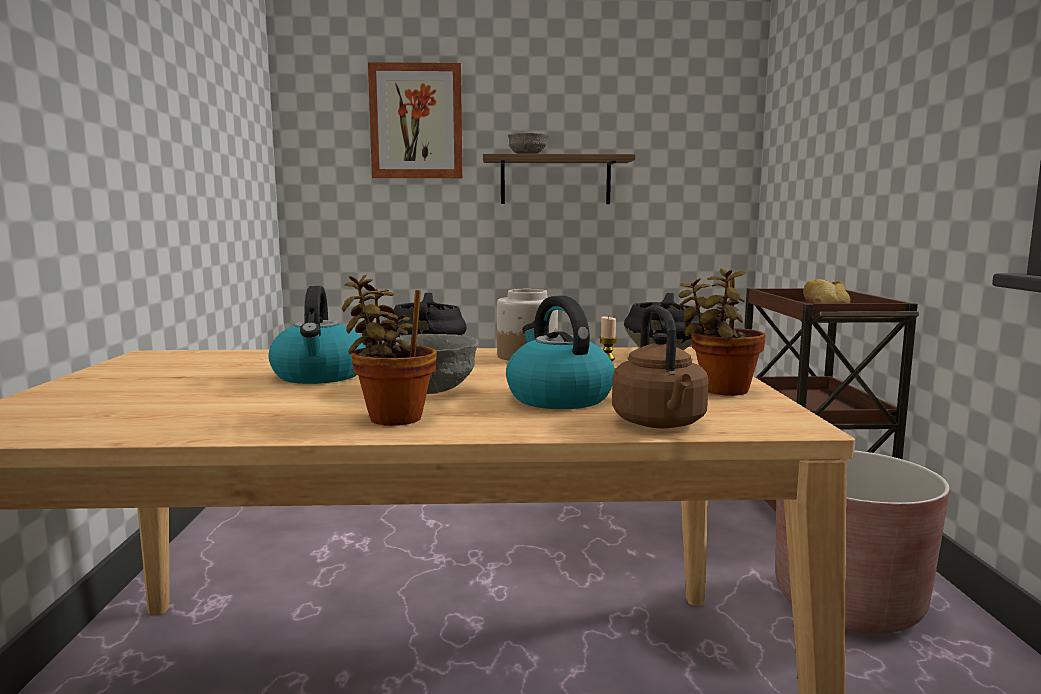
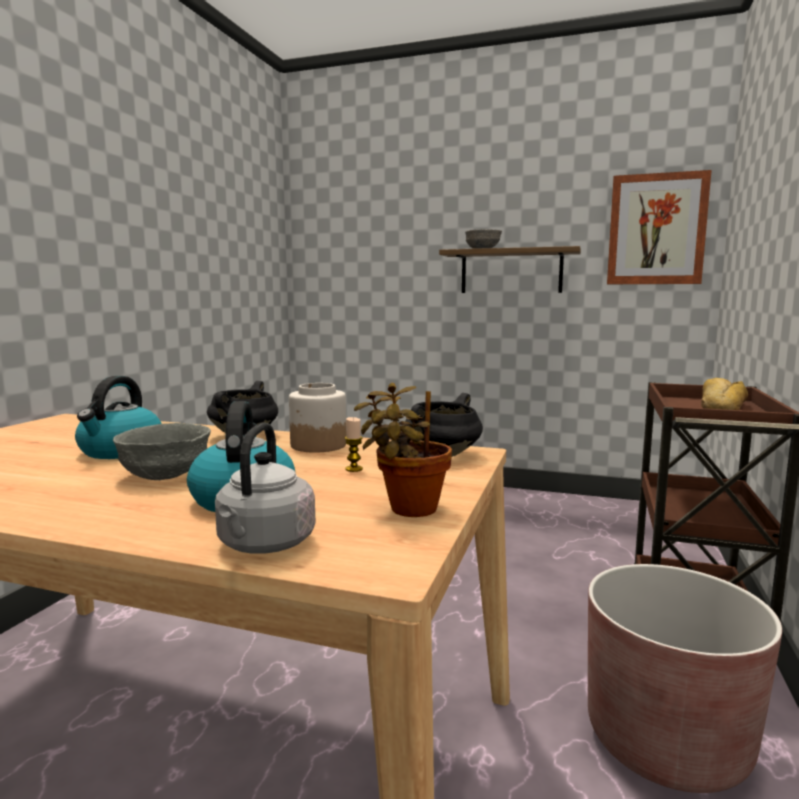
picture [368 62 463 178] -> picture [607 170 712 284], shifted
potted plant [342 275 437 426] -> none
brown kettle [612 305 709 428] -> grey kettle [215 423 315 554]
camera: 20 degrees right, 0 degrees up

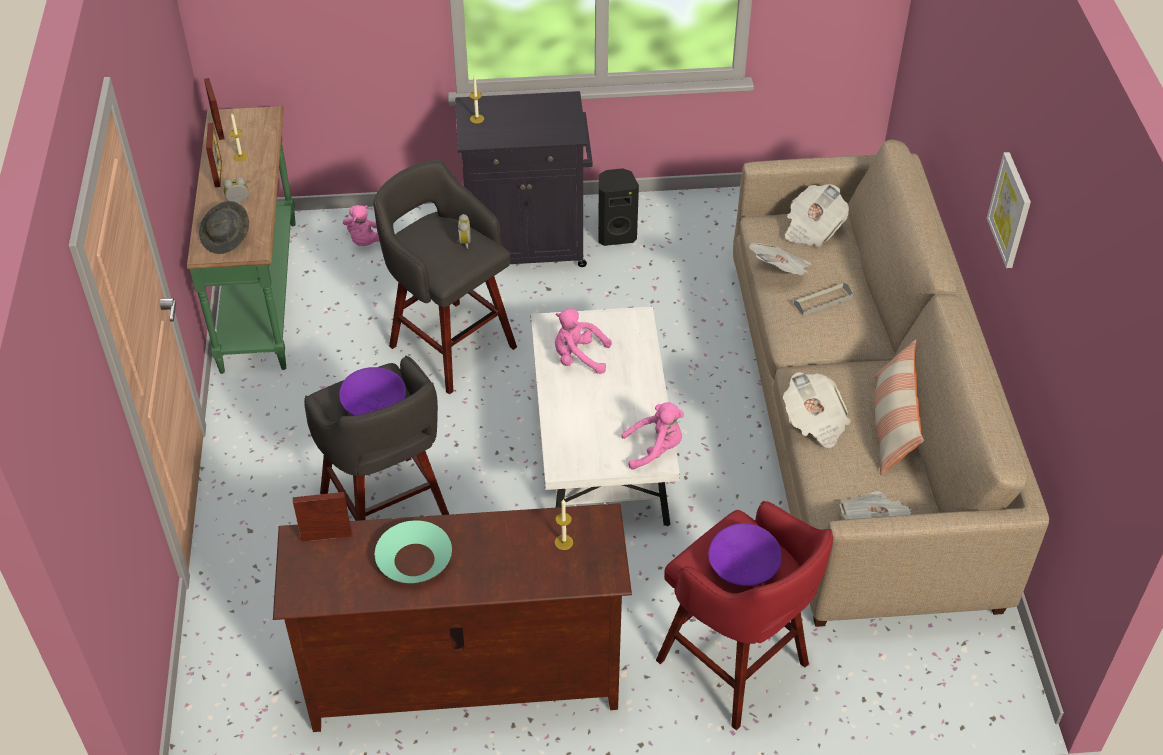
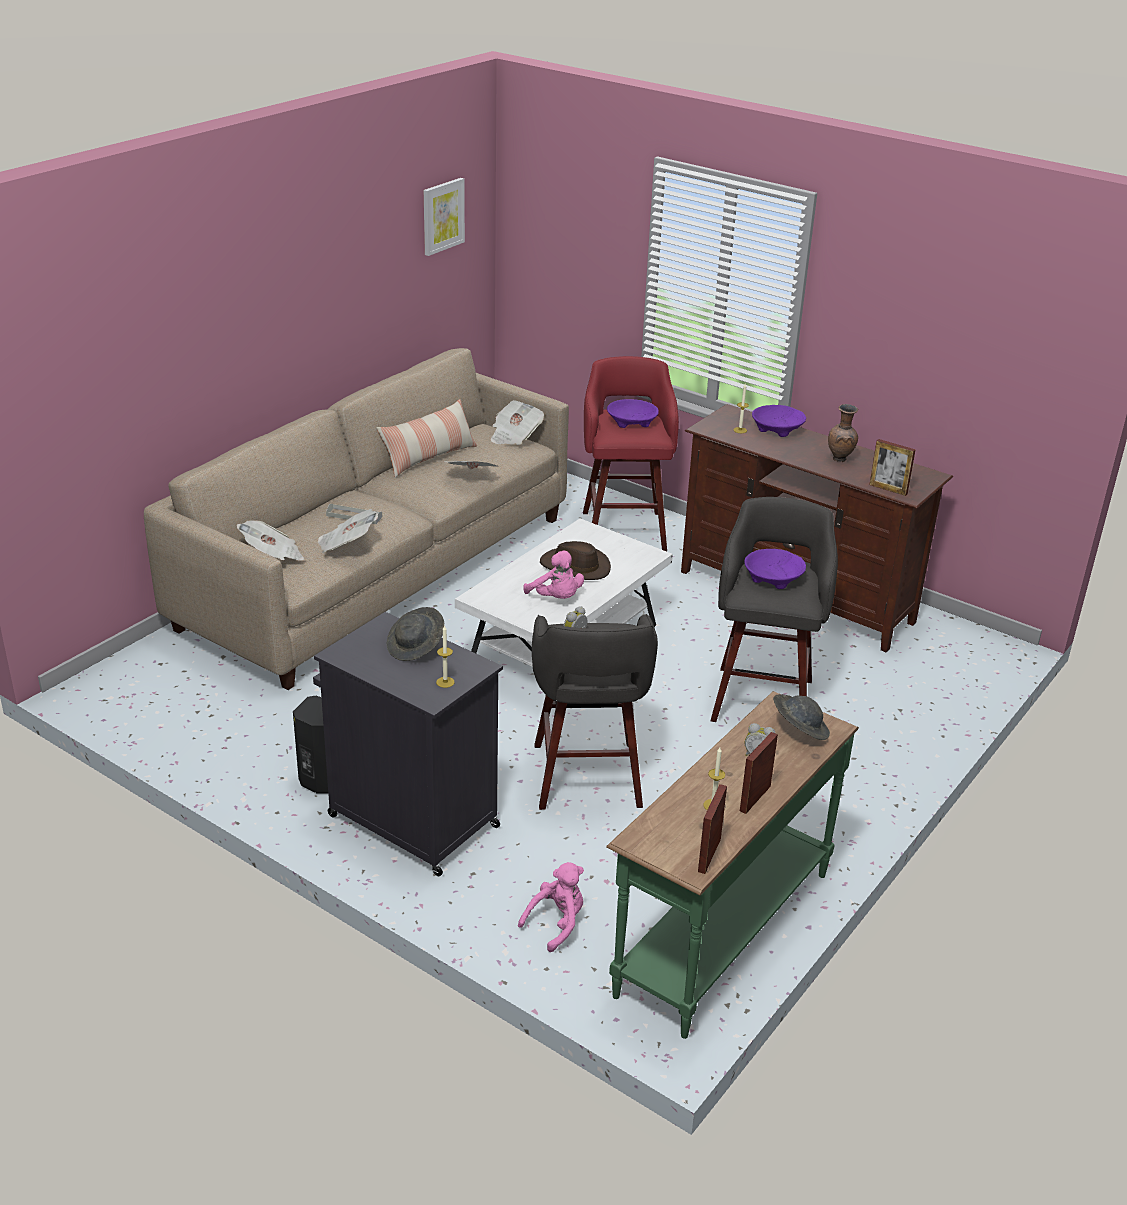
picture [987 152 1031 268] -> picture [424 178 465 256], shifted
pink plush toy [621 402 684 470] -> none
turquoise bowl [375 520 452 583] -> brown vase [828 404 858 462]
none -> purple bowl [752 405 806 437]
none -> brown hat [540 541 611 580]
none -> grey hat [387 607 444 661]
camera: 140 degrees left, 15 degrees down

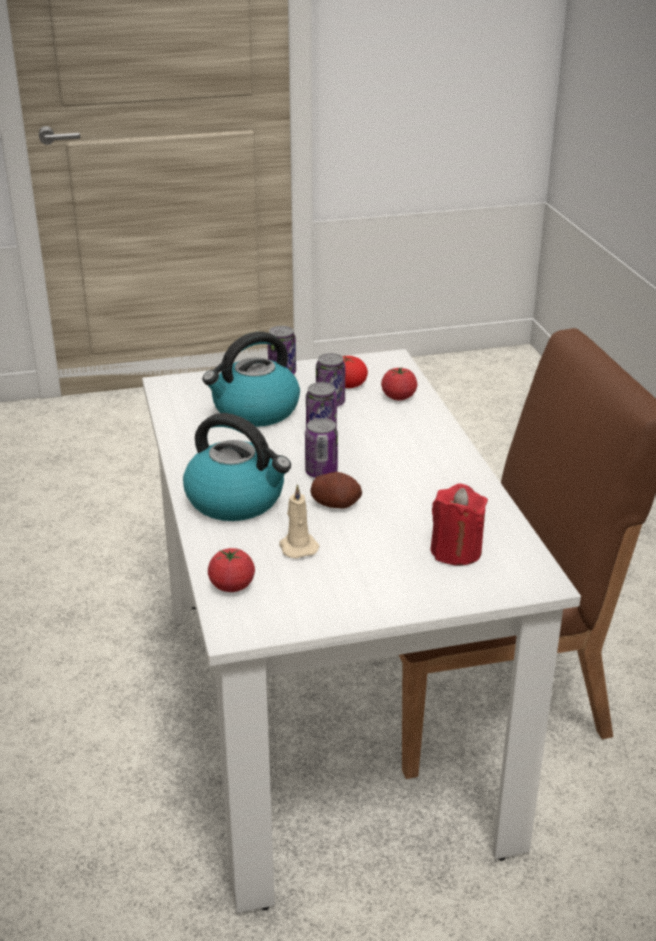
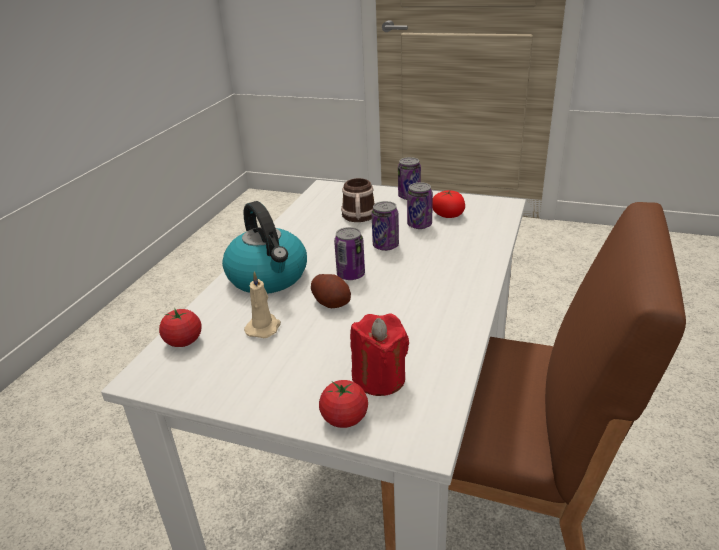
kettle [202 332 300 427] -> mug [341 178 375 222]
tomato [381 368 417 400] -> tomato [319 380 368 428], shifted
camera: 35 degrees right, 0 degrees up

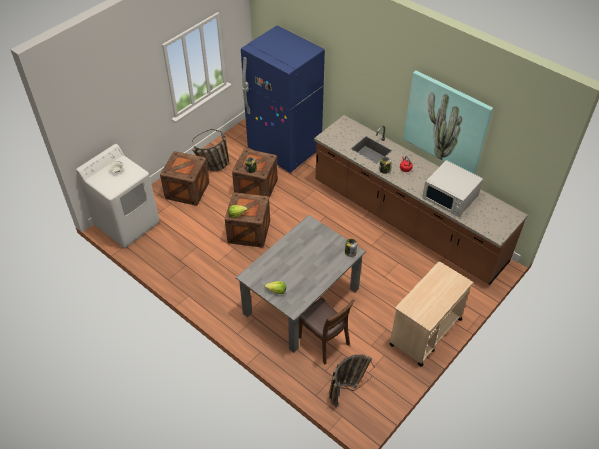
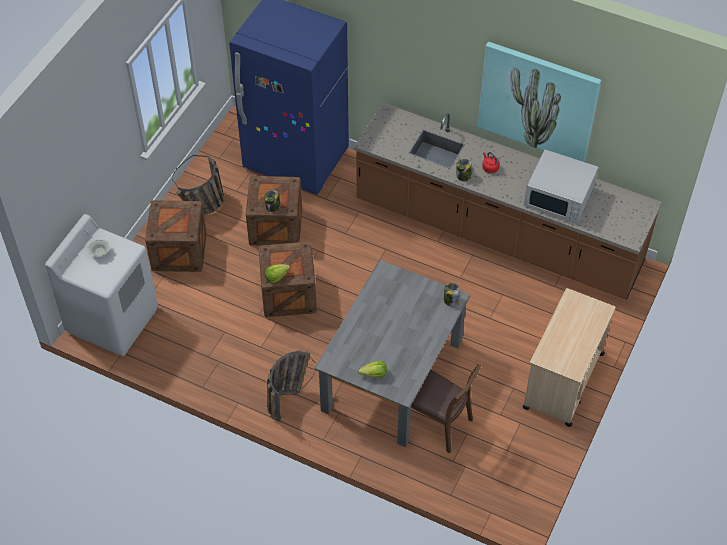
basket [329 354 375 407] -> basket [267 350 316 422], shifted
camera: 15 degrees left, 5 degrees up

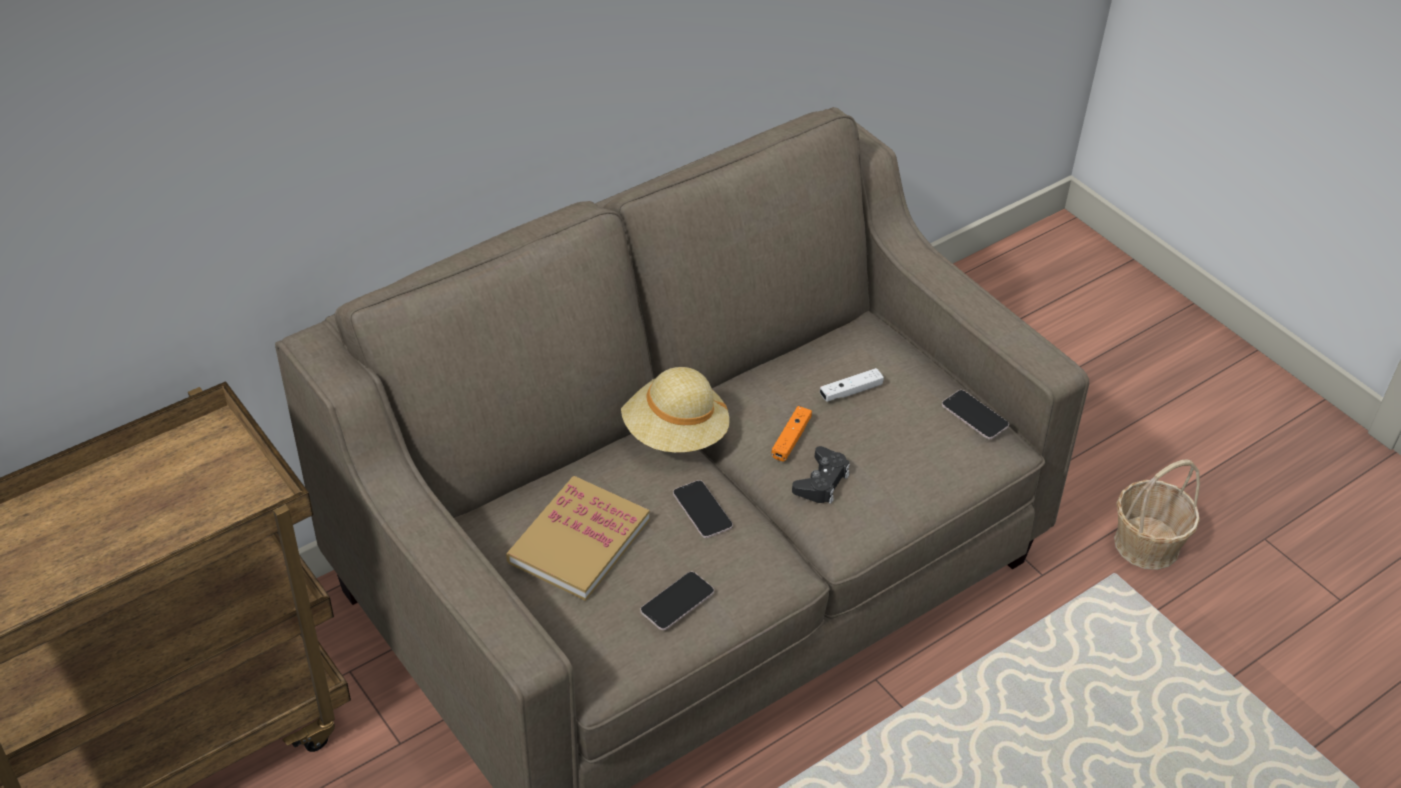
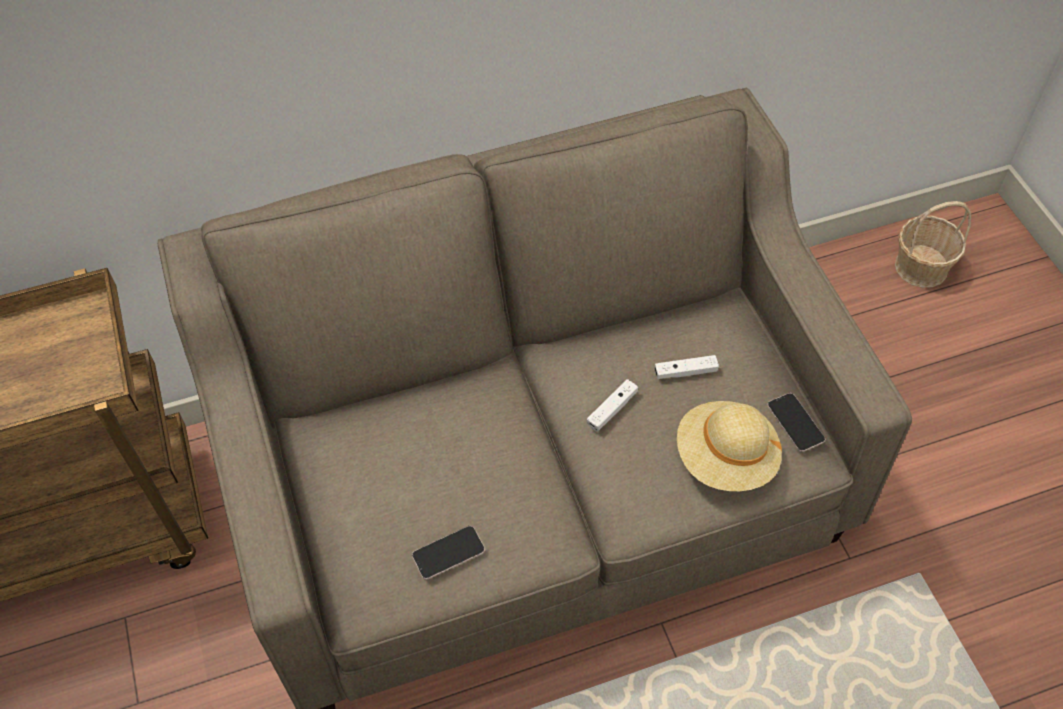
beige hat [621 367 730 453] -> beige hat [677 401 782 491], shifted
orange game controller [772 406 812 461] -> white game controller [587 379 638 432]
black game controller [792 446 850 504] -> none
basket [1114 460 1200 570] -> basket [895 201 971 288], shifted
book [506 476 649 601] -> none
phone [673 480 733 538] -> none
camera: 20 degrees right, 10 degrees up

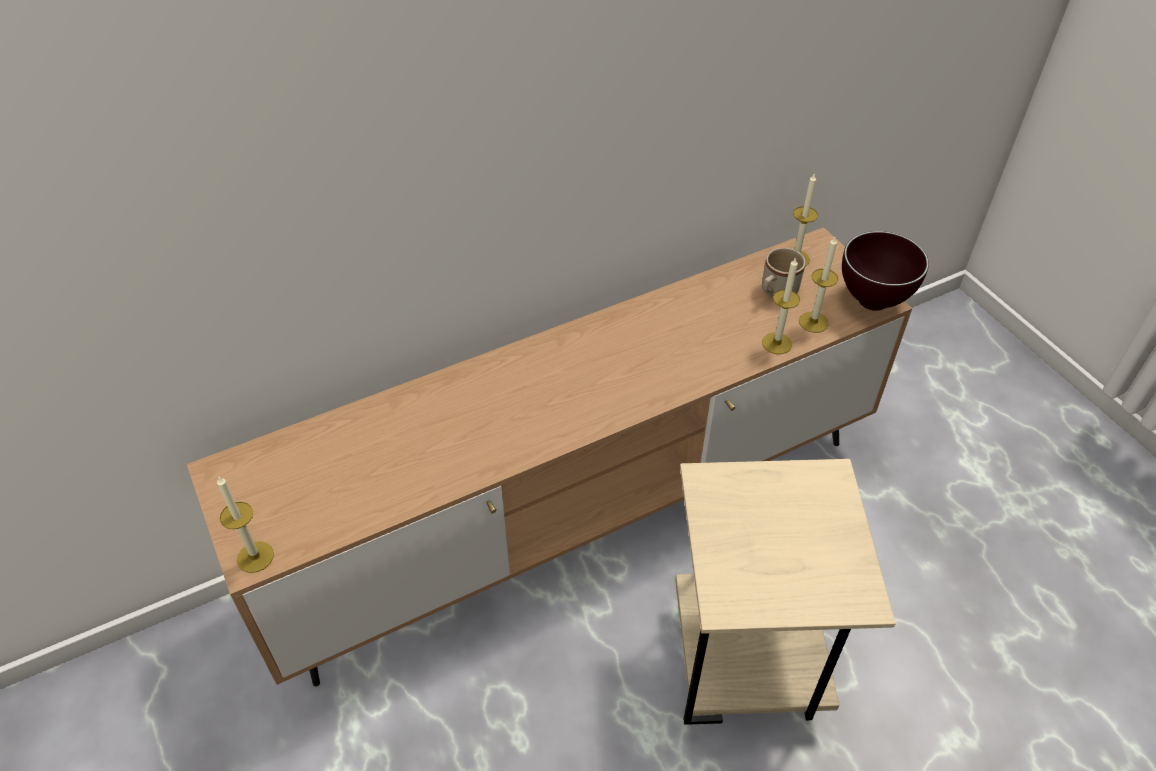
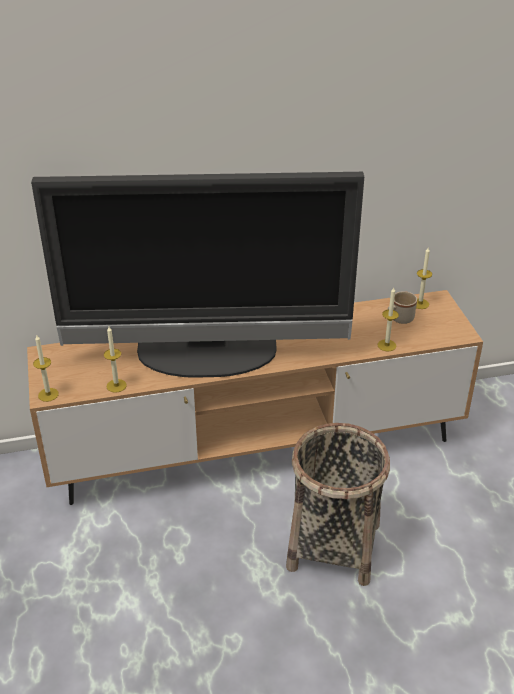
brown bowl [842 231 929 311] -> none
candle [799 237 838 333] -> candle [104 327 127 393], shifted
beige side table [675 459 896 725] -> basket [286 423 390 586]
none -> television [31 172 364 378]
camera: 15 degrees right, 10 degrees down

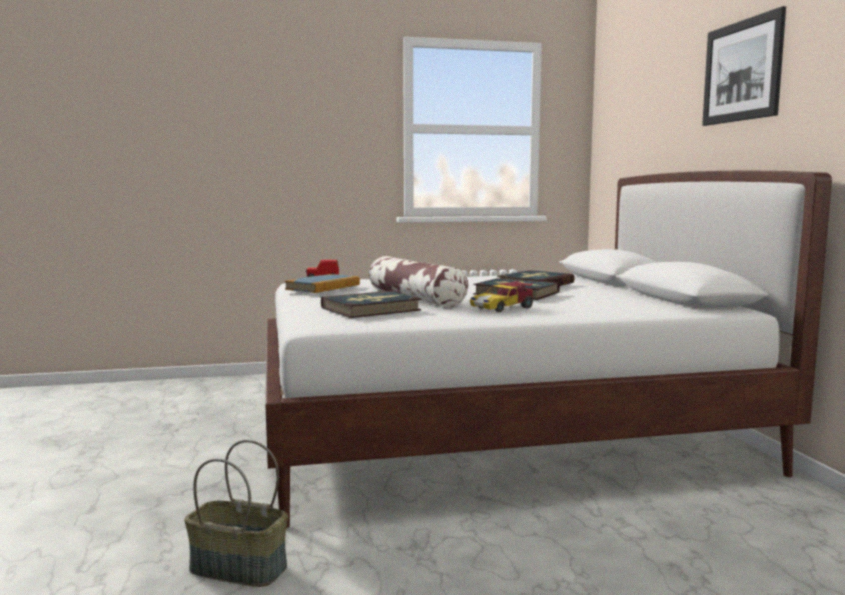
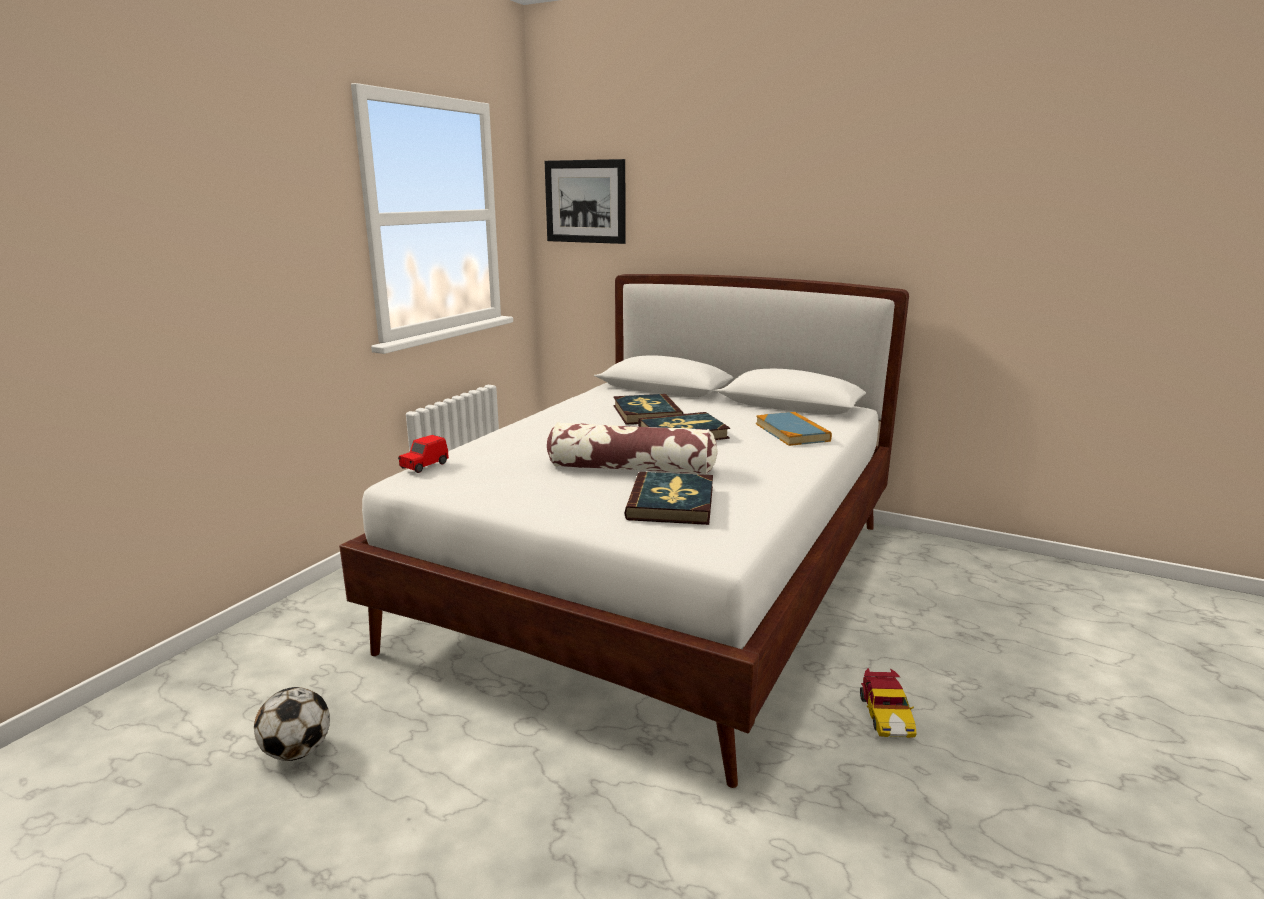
picture [702 6 786 126] -> picture [545 159 626 244], shifted
book [285 274 360 293] -> book [756 412 832 446], shifted
toy car [470 281 533 312] -> toy car [860 668 917 738], shifted
basket [184 440 288 587] -> none
none -> football [254 687 330 761]
camera: 50 degrees left, 10 degrees up

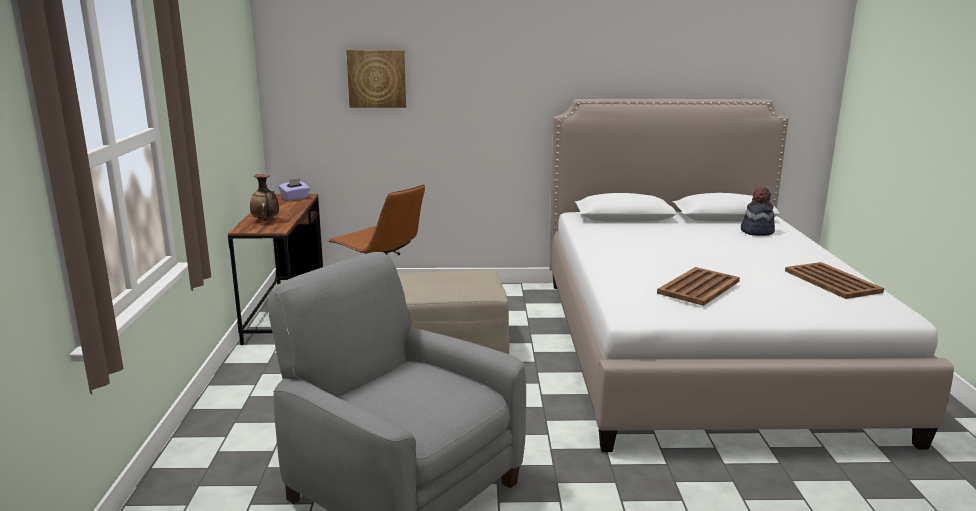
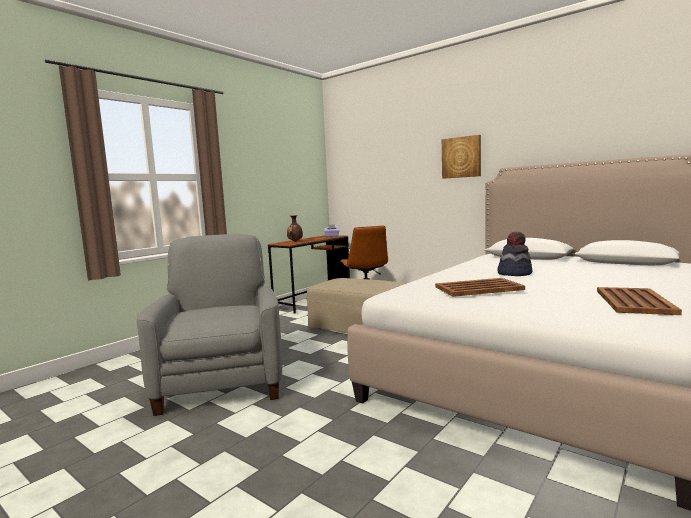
picture [346 50 406 108] -> picture [442 135 481 179], shifted
hat [741 188 775 236] -> hat [497 232 532 276], shifted
camera: 40 degrees right, 10 degrees down

